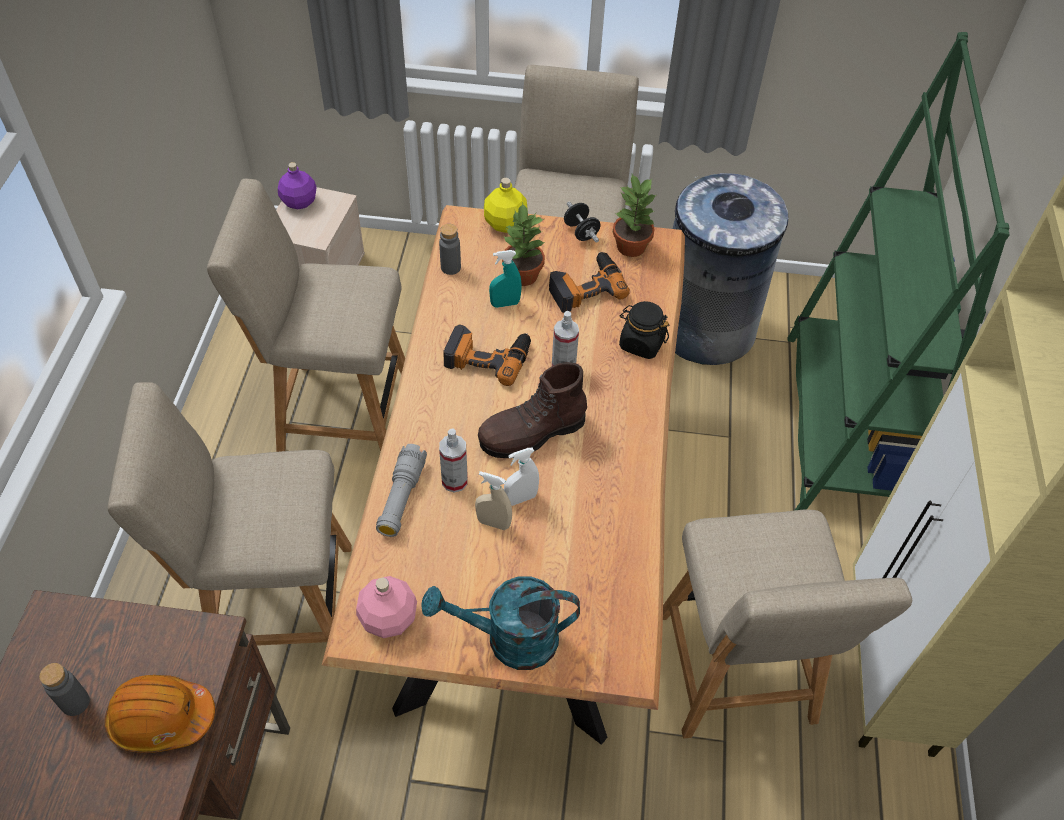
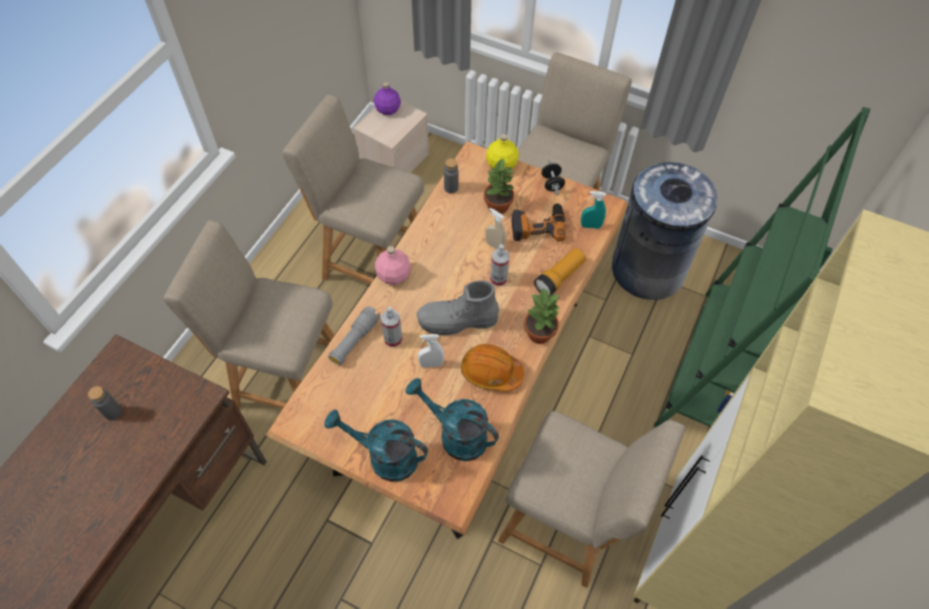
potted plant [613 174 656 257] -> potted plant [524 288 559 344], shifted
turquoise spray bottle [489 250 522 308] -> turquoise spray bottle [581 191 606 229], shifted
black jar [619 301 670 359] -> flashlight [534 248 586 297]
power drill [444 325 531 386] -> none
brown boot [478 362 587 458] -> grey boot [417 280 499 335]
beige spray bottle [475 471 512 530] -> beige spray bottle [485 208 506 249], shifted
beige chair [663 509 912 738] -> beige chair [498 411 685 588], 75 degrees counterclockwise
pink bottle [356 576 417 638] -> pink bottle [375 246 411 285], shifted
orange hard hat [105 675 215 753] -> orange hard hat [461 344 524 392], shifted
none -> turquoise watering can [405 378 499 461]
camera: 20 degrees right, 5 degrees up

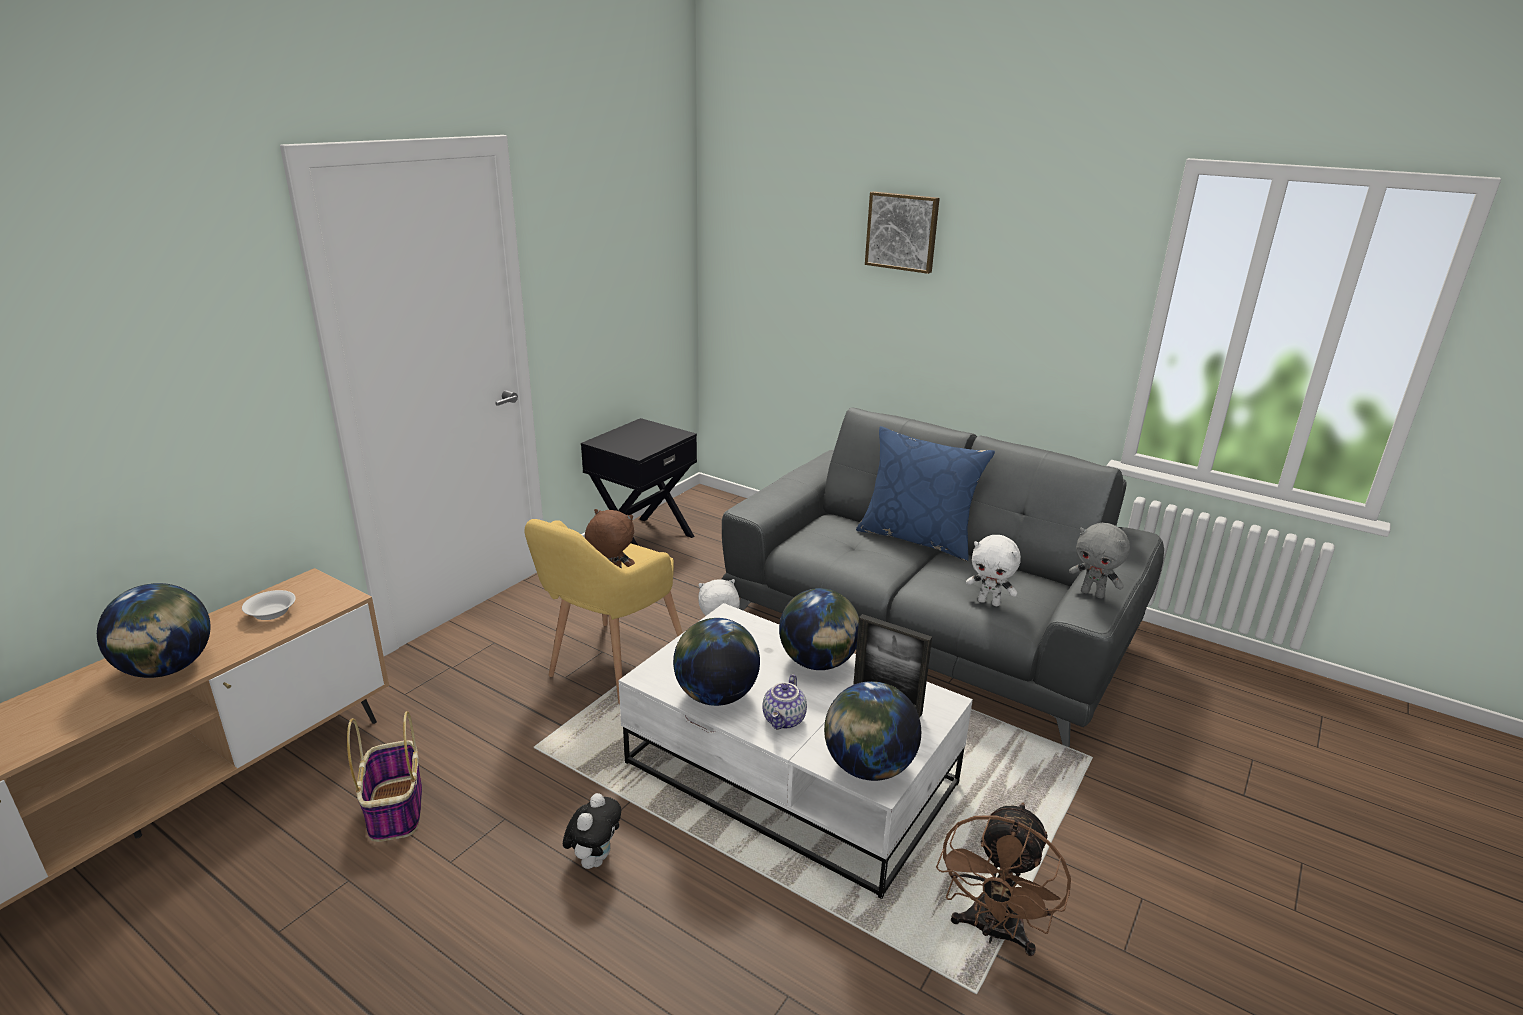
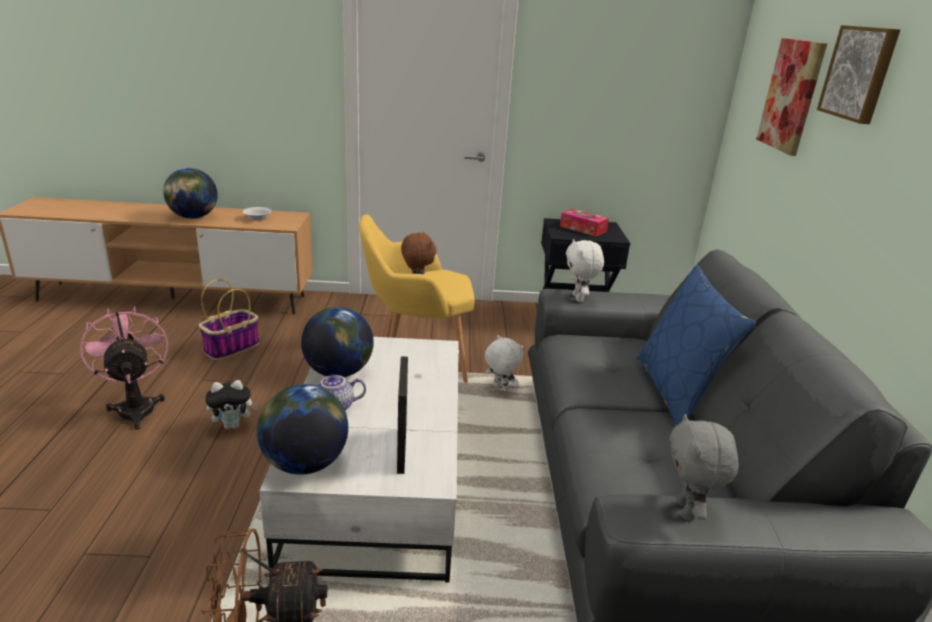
white plush toy [966 535 1021 606] -> white plush toy [566 239 604 302], shifted
globe [779 588 859 670] -> none
none -> picture [756 38 827 156]
none -> tissue box [560 209 609 237]
none -> pink fan [80 306 168 430]
camera: 55 degrees right, 0 degrees up

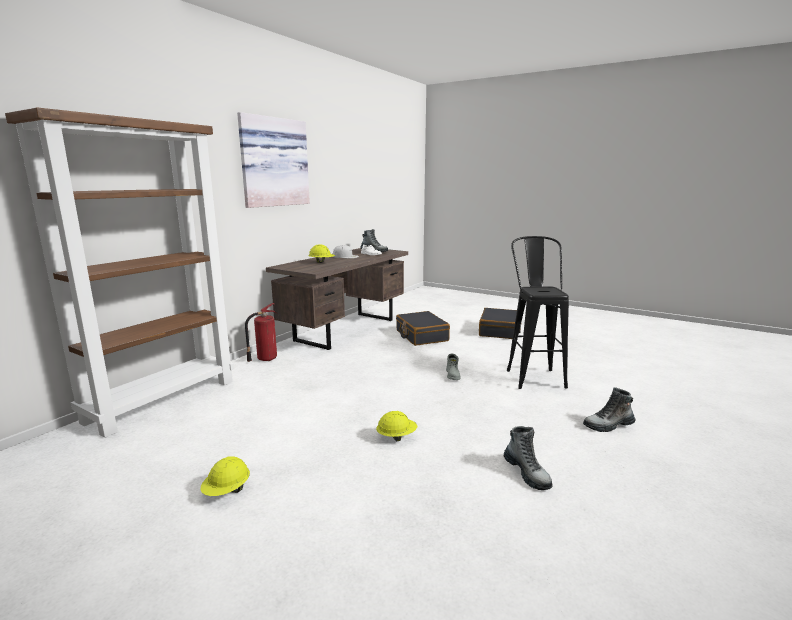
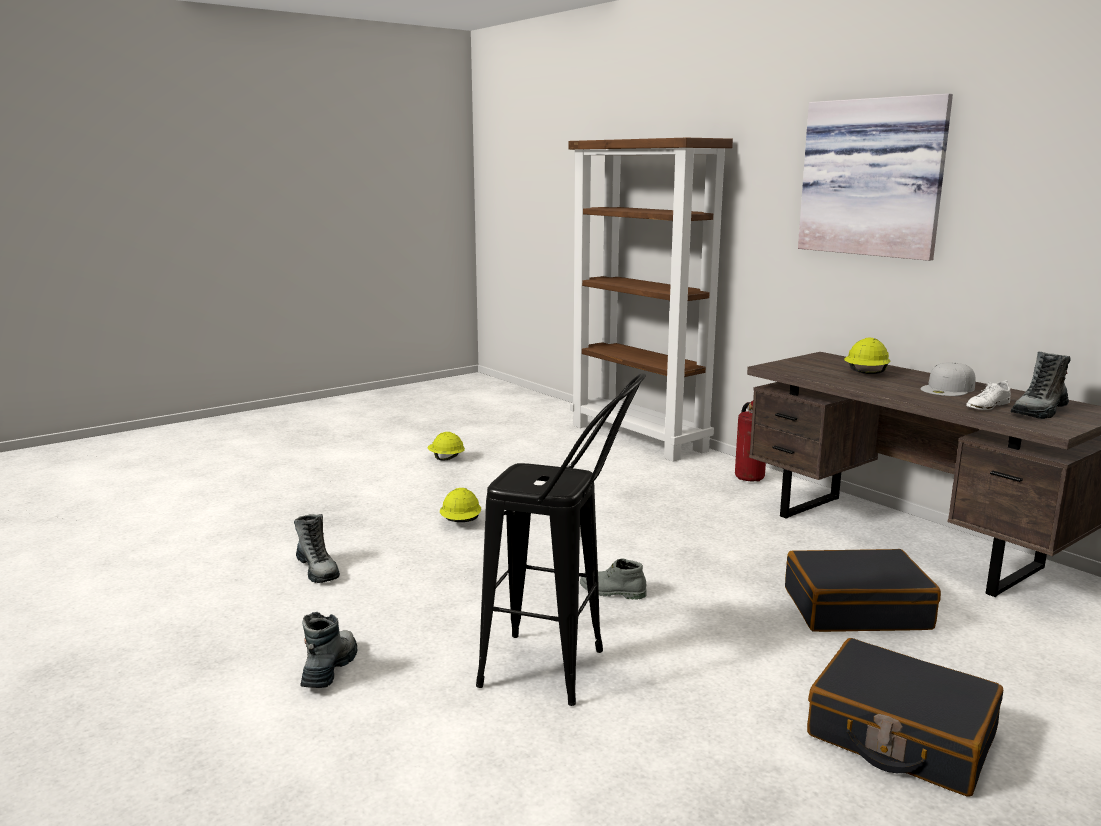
boot [504 426 553 490] -> boot [294 514 340 583], 120 degrees counterclockwise
camera: 110 degrees right, 0 degrees up

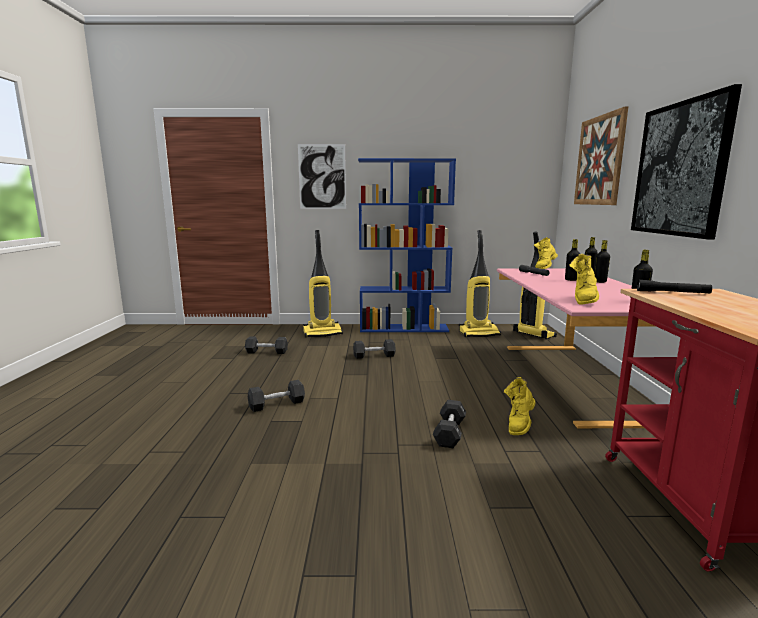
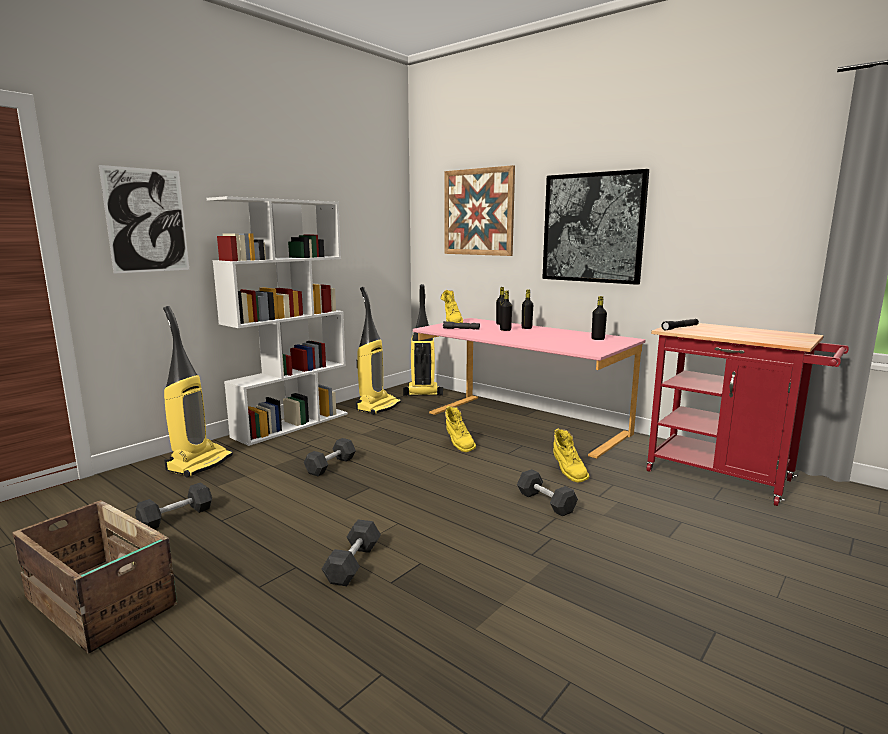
blue bookcase [358 158 456 332] -> white bookcase [207 196 348 446]
yellow boot [569 254 599 305] -> yellow boot [445 406 476 452], shifted
none -> crate [12 500 177 654]
camera: 50 degrees left, 0 degrees up

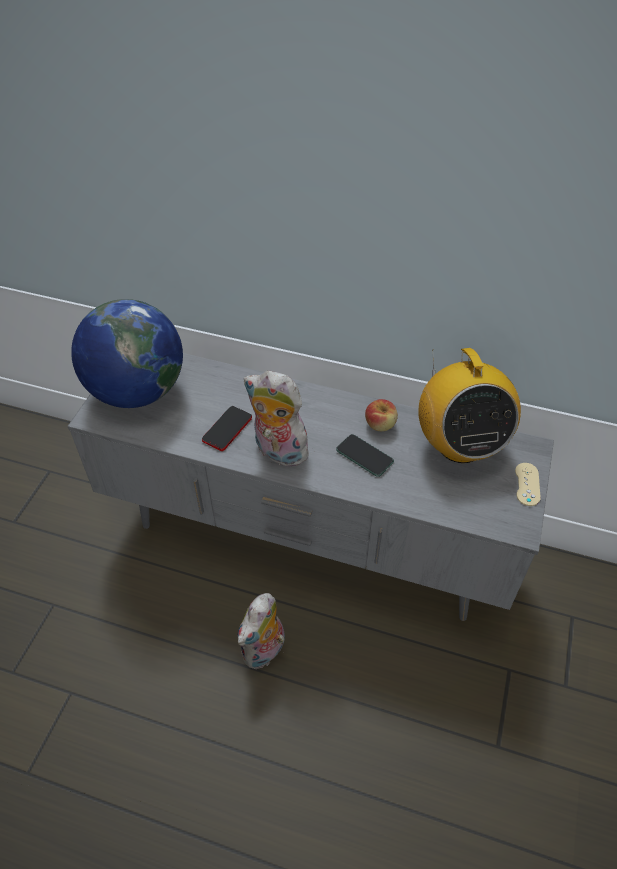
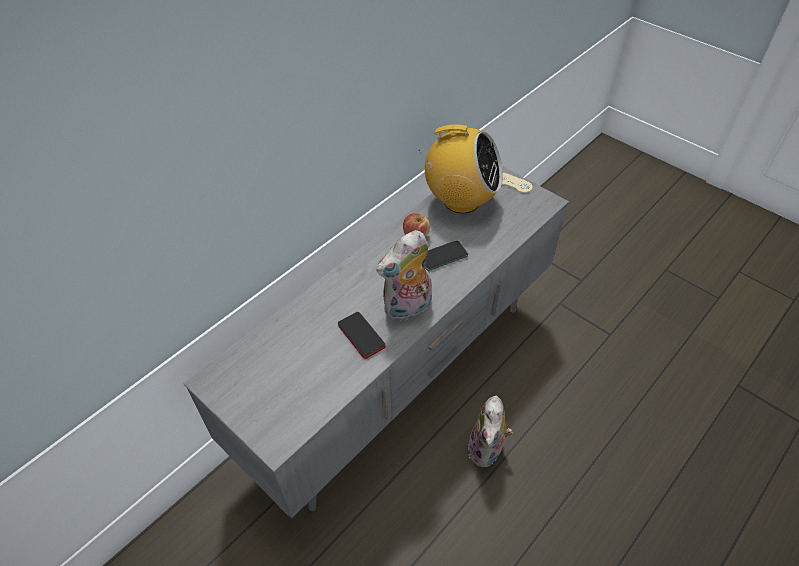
globe [71 299 183 408] -> none
plush toy [238 593 285 669] -> plush toy [468 396 513 467], 45 degrees clockwise
camera: 65 degrees left, 0 degrees up

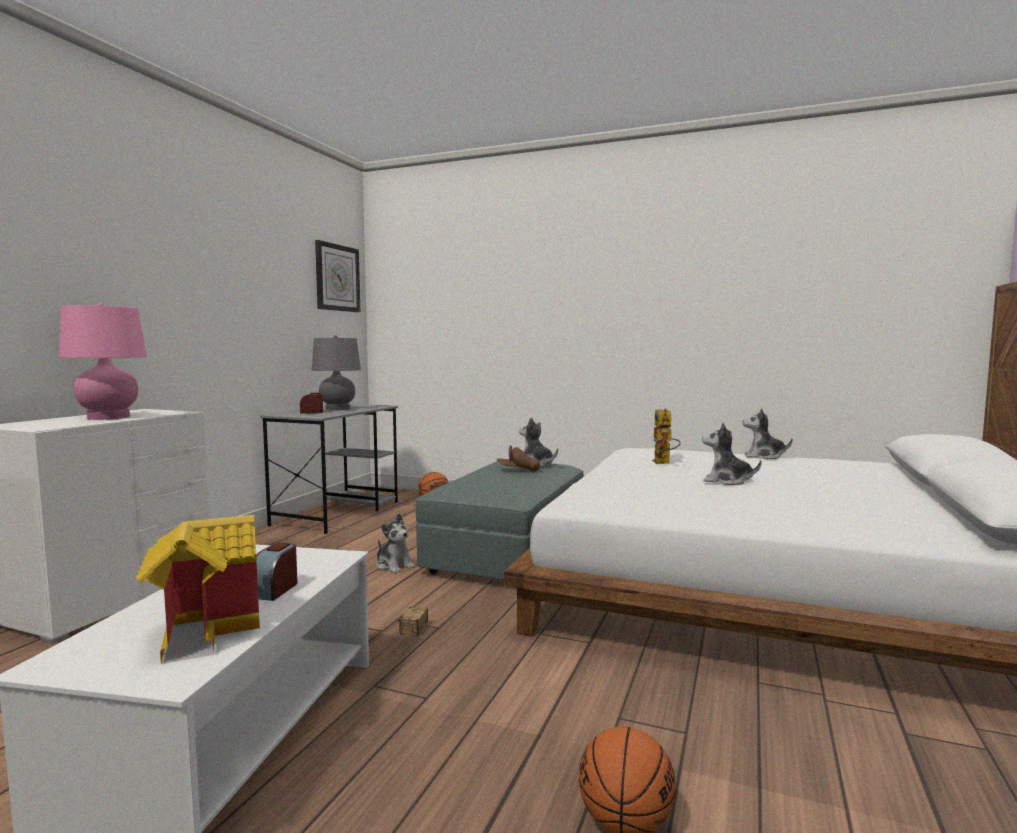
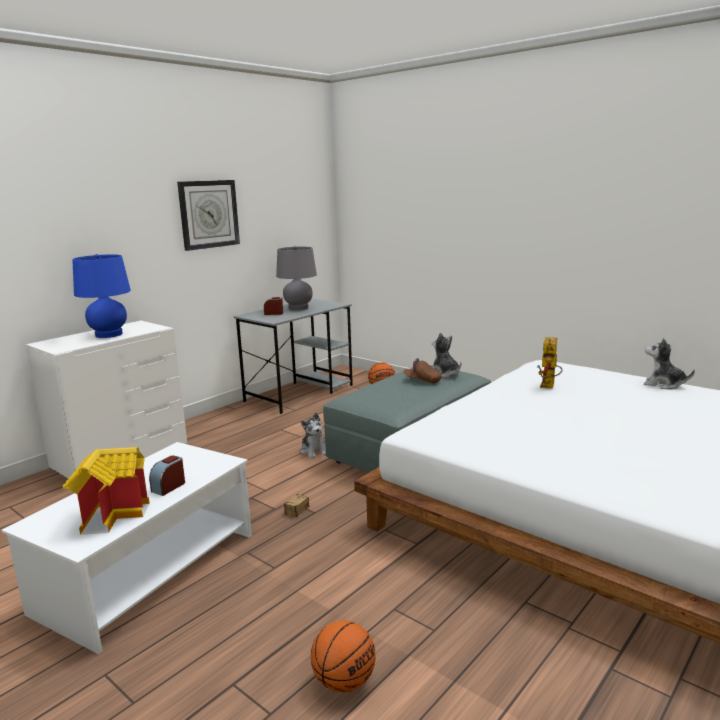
wall clock [315 240 360 312] -> wall clock [177 180 240 251], shifted
pink table lamp [59 303 147 420] -> blue table lamp [72 254 131 338]
plush toy [702 423 762 485] -> none
camera: 20 degrees right, 10 degrees up

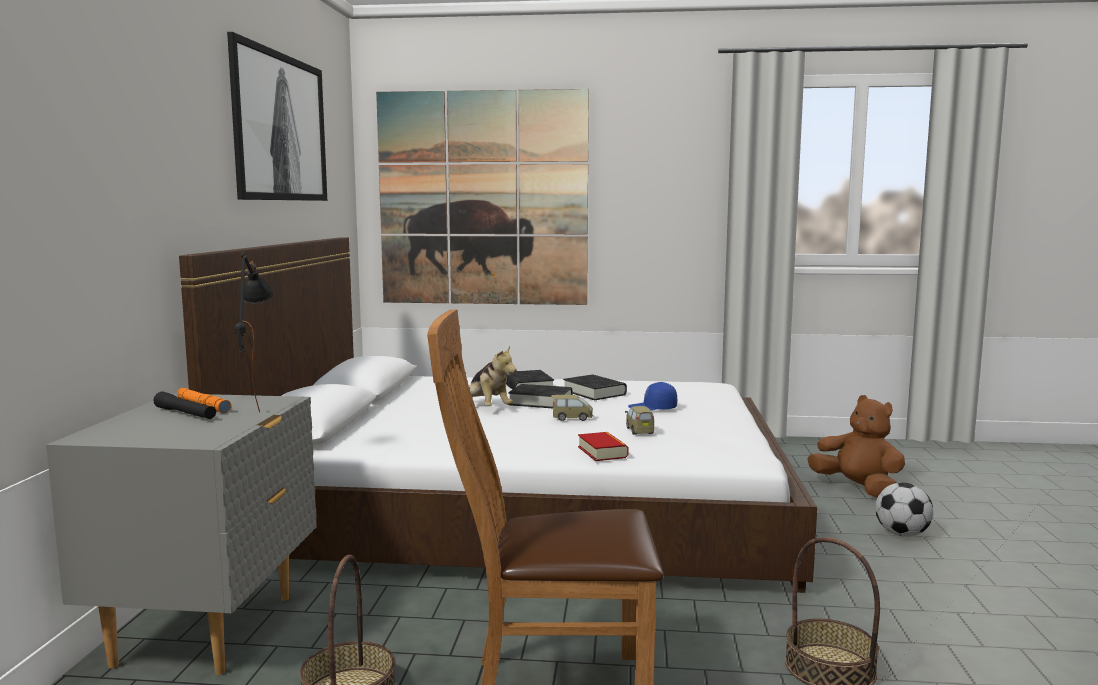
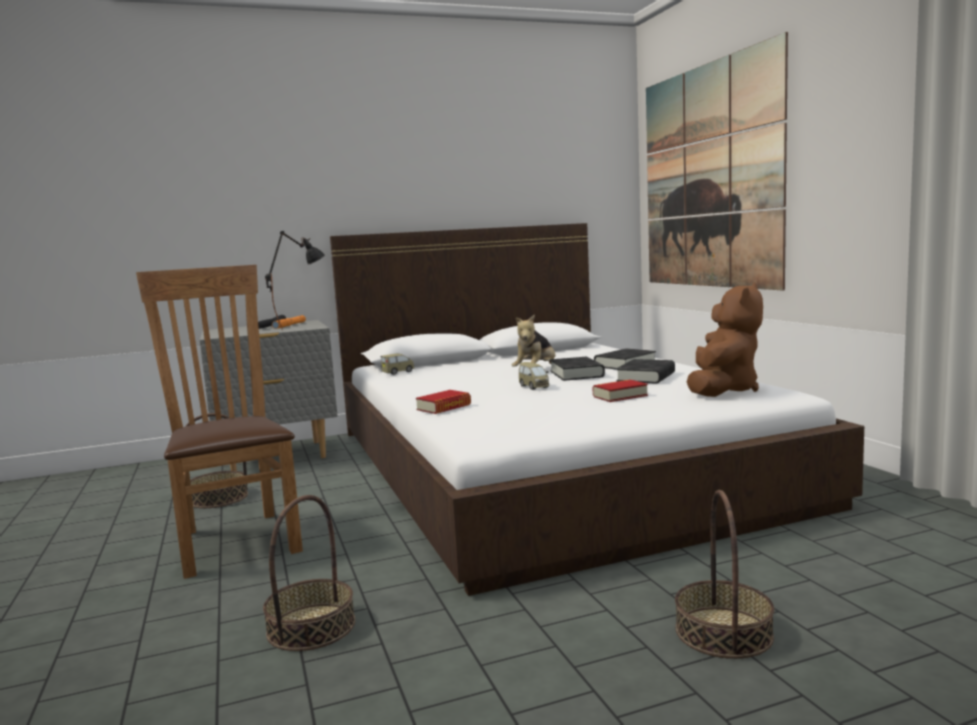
picture [227 32 327 201] -> none
blue cap [628 382 677 411] -> book [592 379 648 402]
brown plush toy [807 395 905 498] -> brown plush toy [687 282 763 397], shifted
toy car [625 406 654 435] -> toy car [381 354 415 375], shifted
football [875 482 933 537] -> basket [675 490 774 659]
camera: 65 degrees right, 0 degrees up

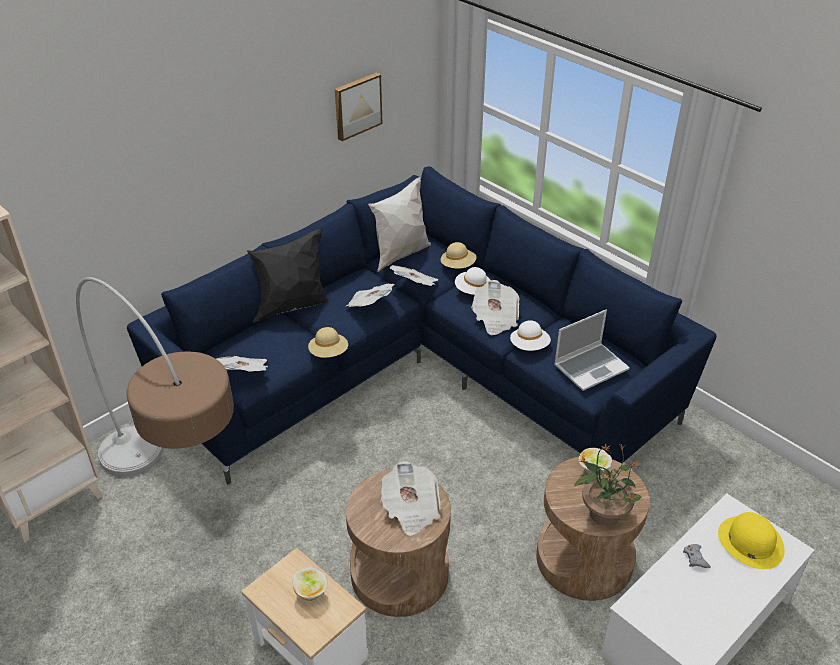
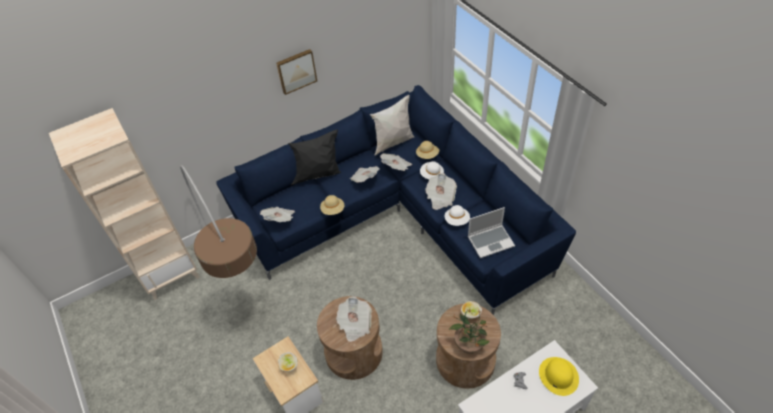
picture [335 72 382 141] -> picture [276 49 317 95], shifted
camera: 15 degrees right, 10 degrees up

